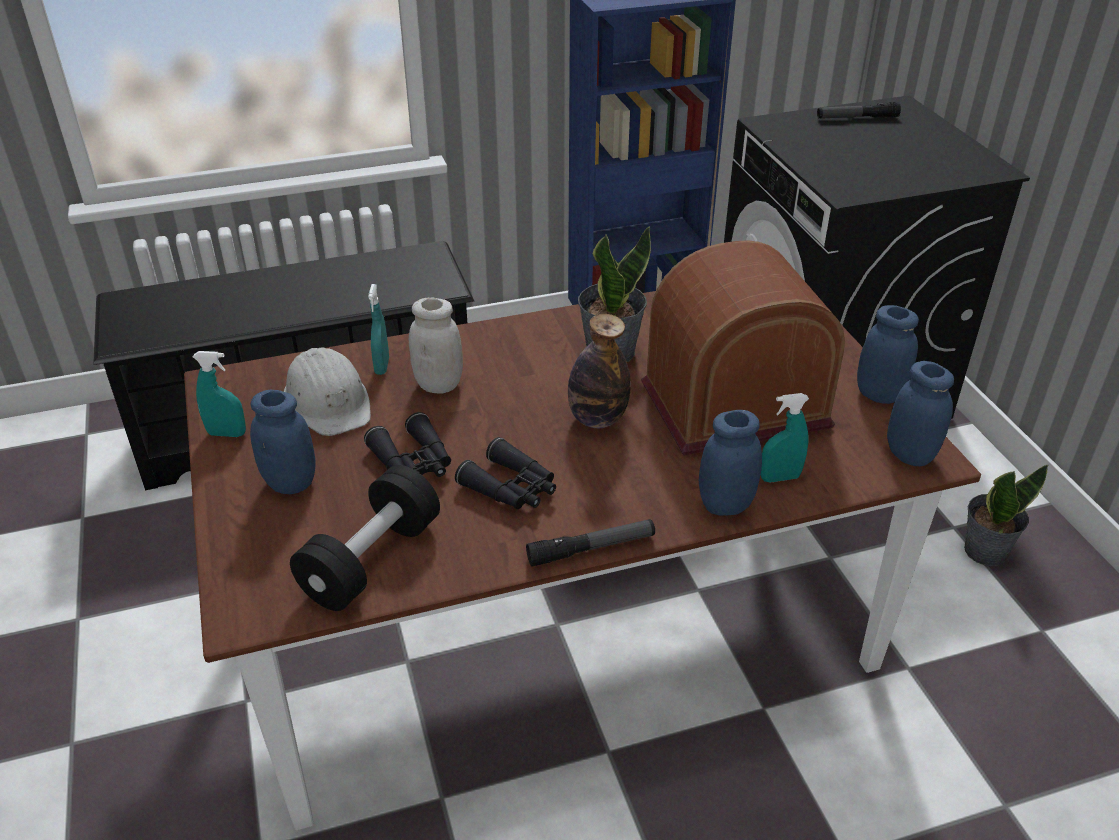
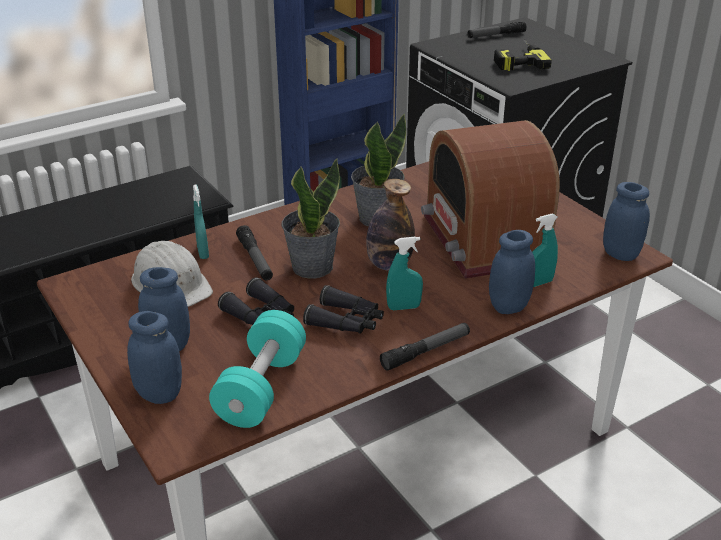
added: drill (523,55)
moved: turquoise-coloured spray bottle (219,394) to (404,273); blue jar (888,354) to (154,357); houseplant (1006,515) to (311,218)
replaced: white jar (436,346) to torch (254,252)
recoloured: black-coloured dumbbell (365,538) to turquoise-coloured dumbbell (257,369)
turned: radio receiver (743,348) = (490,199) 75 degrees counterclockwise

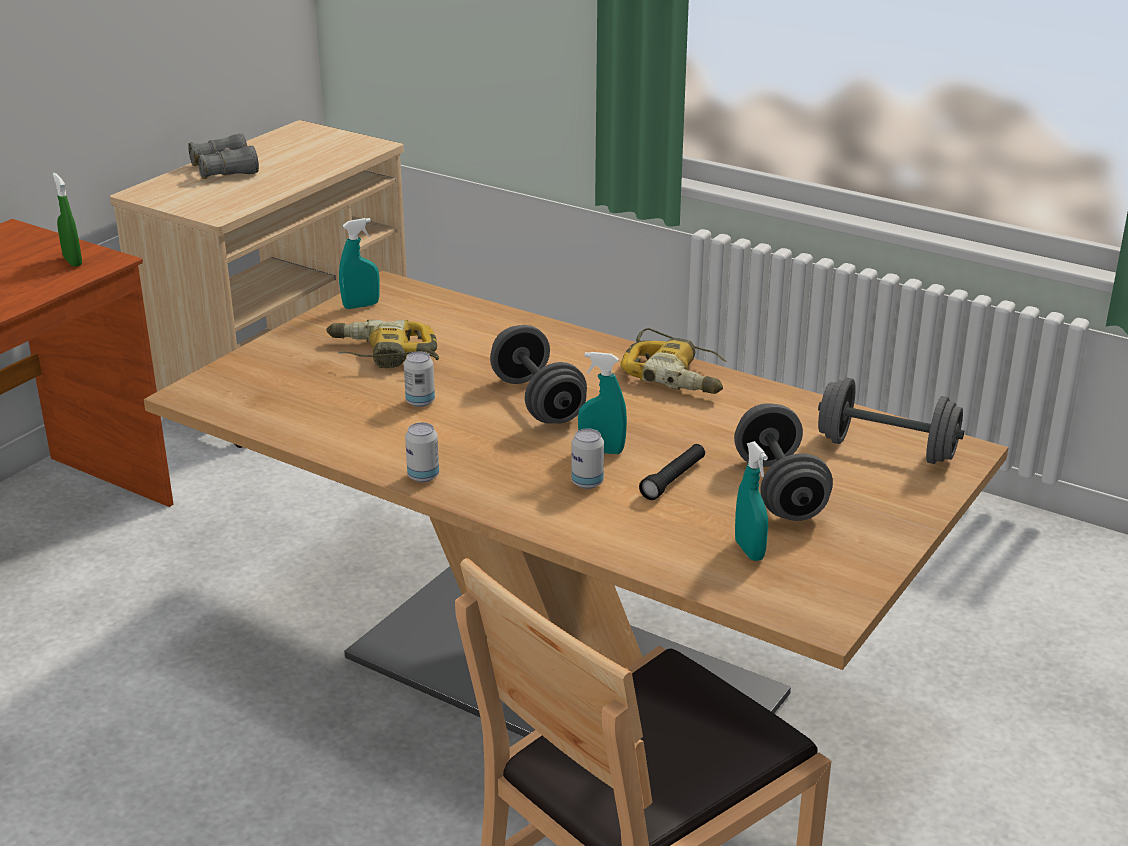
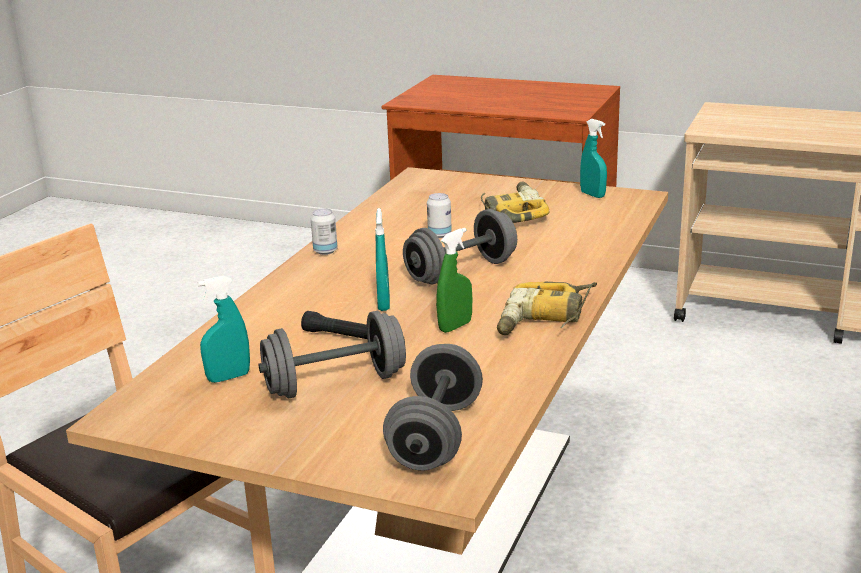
removed: greyish pair of binoculars (223,156); can (588,459)
moved: green-coloured spray bottle (67,220) to (454,280)

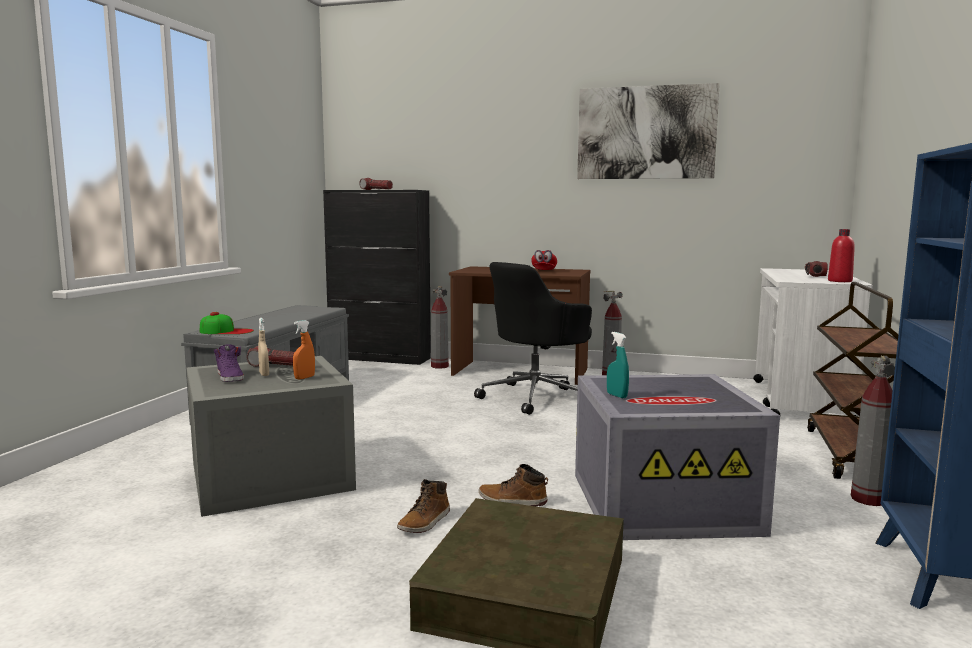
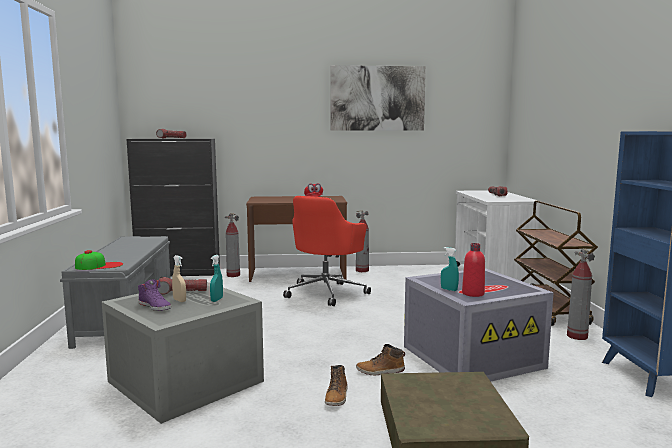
moved: red-coloured drink bottle (841,255) to (473,270)
recoloured: orangey spray bottle (304,349) to turquoise-coloured spray bottle (216,278); black-coloured computer chair (533,338) to red-coloured computer chair (327,251)

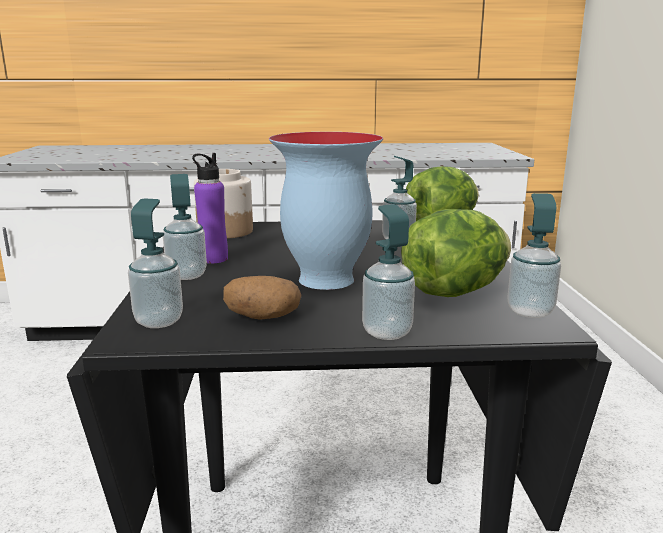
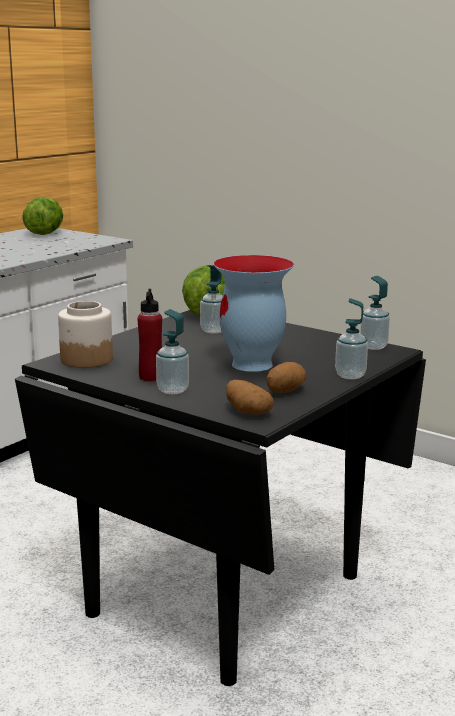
moved: lettuce head (456,253) to (42,216)
replaced: soap bottle (155,263) to potato (250,397)
recoloured: purplish drink bottle (210,208) to red-coloured drink bottle (149,335)

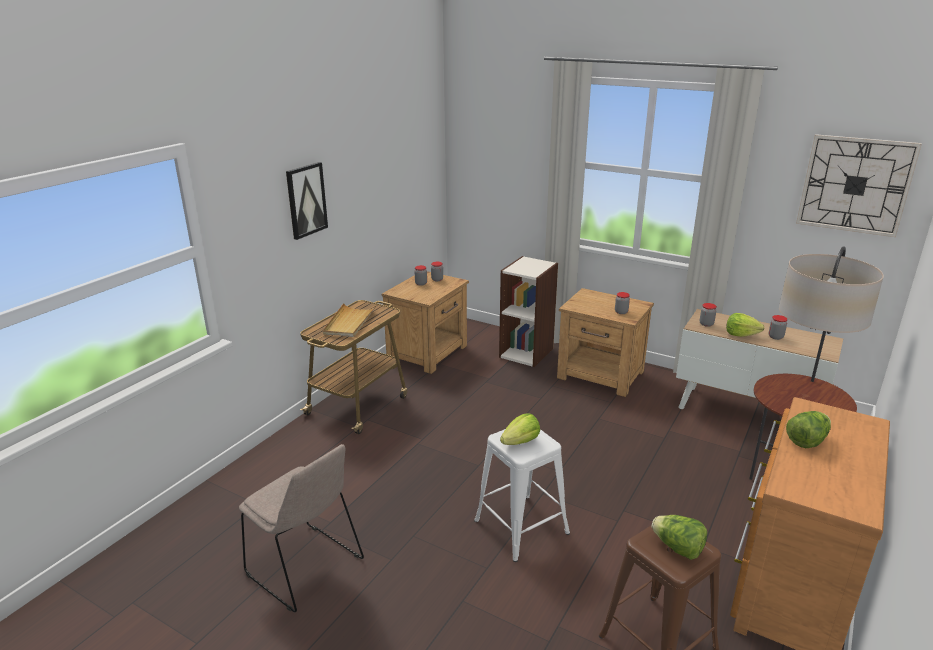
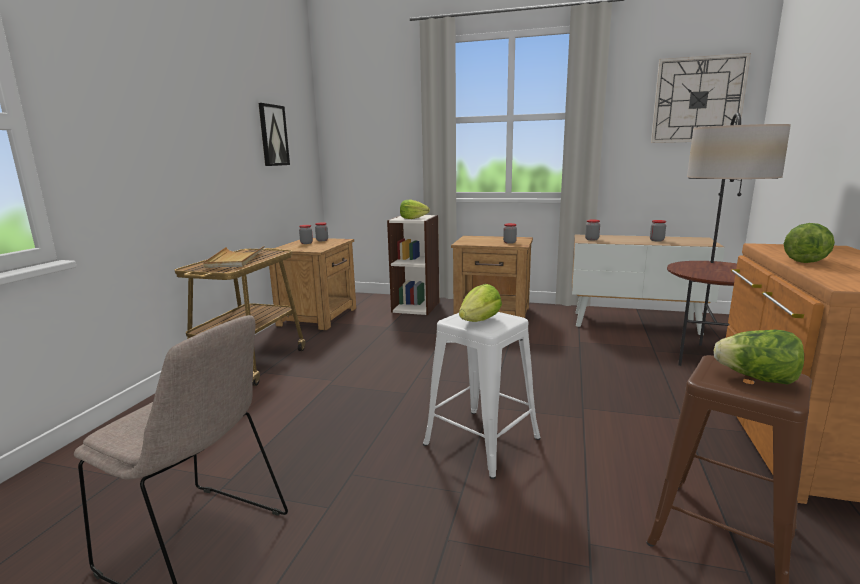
moved: picture (307,201) to (274,134); lettuce head (745,325) to (415,209)

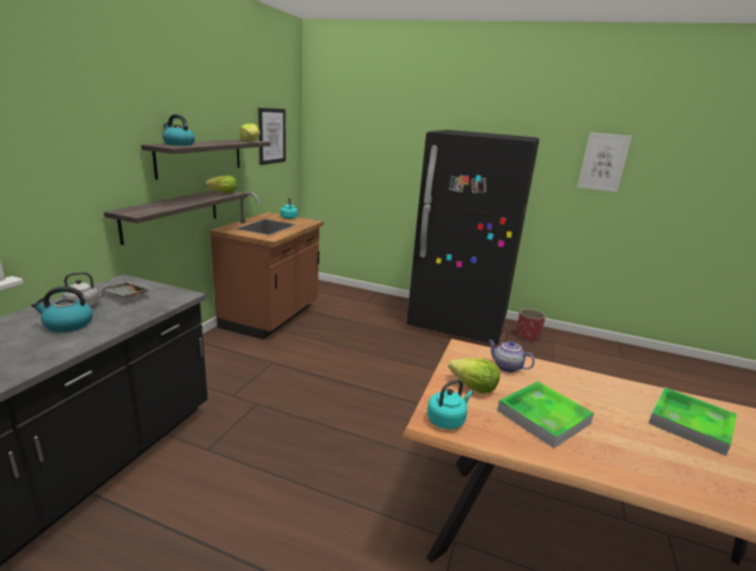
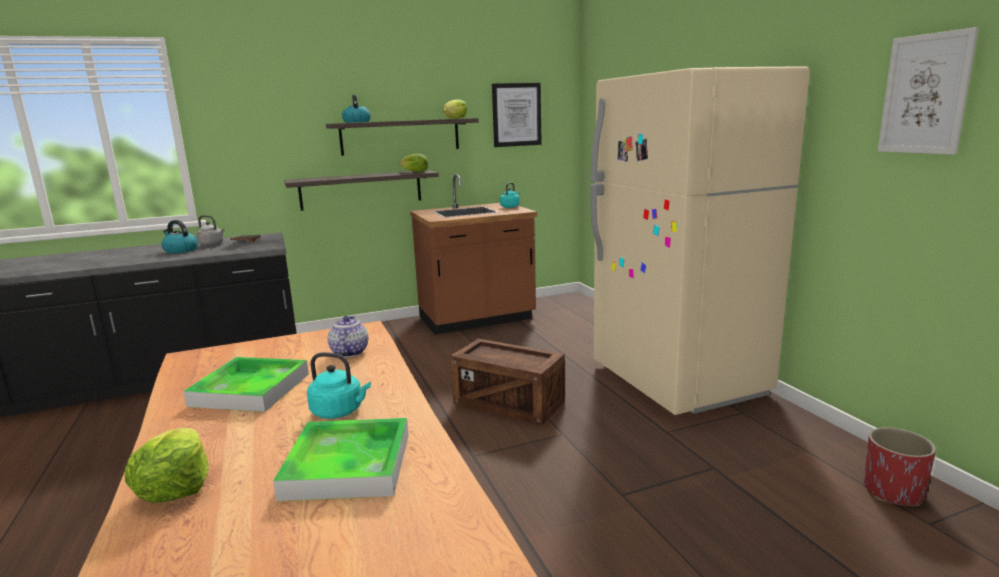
added: packing crate (507,382)
moved: turquoise-coloured tea kettle (450,404) to (339,385); lettuce head (474,375) to (167,465); red-coloured flower pot (531,325) to (900,466)
recoloured: black-coloured kitchen fridge (472,237) to beige-coloured kitchen fridge (700,240)

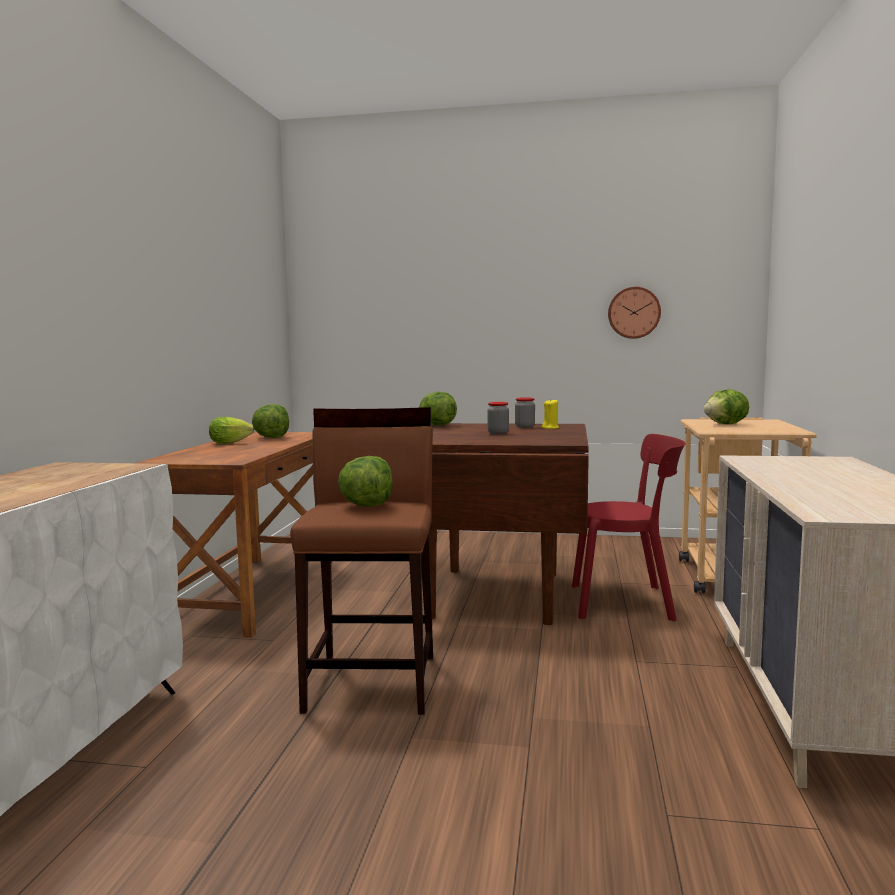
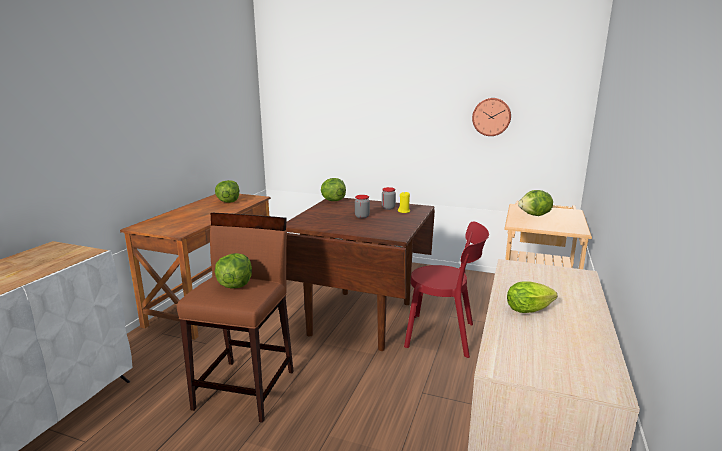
moved: lettuce head (231,430) to (532,297)

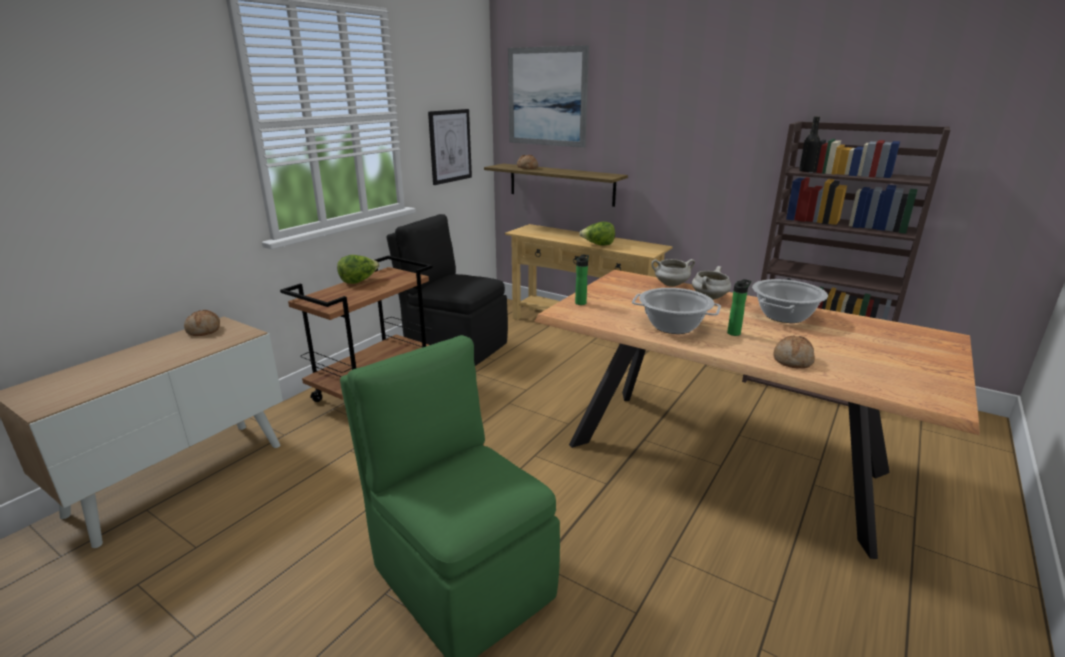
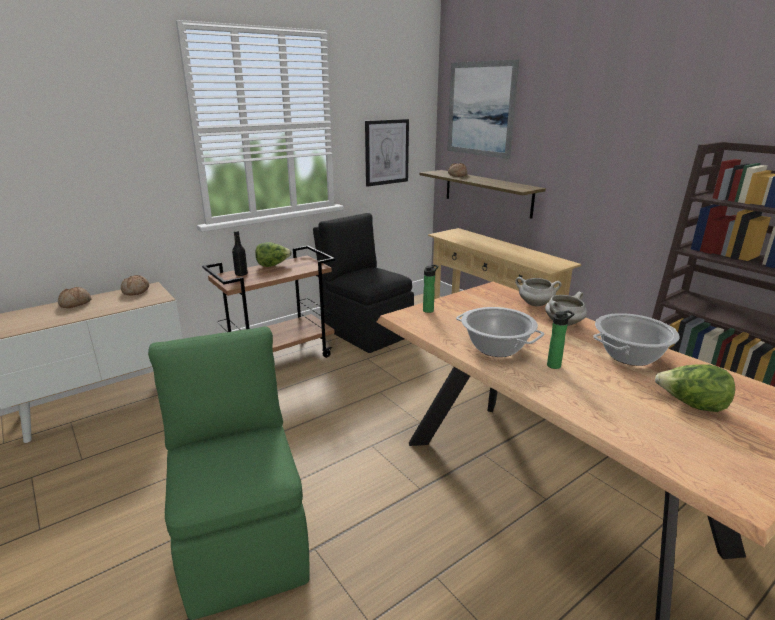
moved: lettuce head (597,234) to (695,388); bakery bread (794,351) to (74,297); black-coloured drink bottle (809,144) to (240,253)

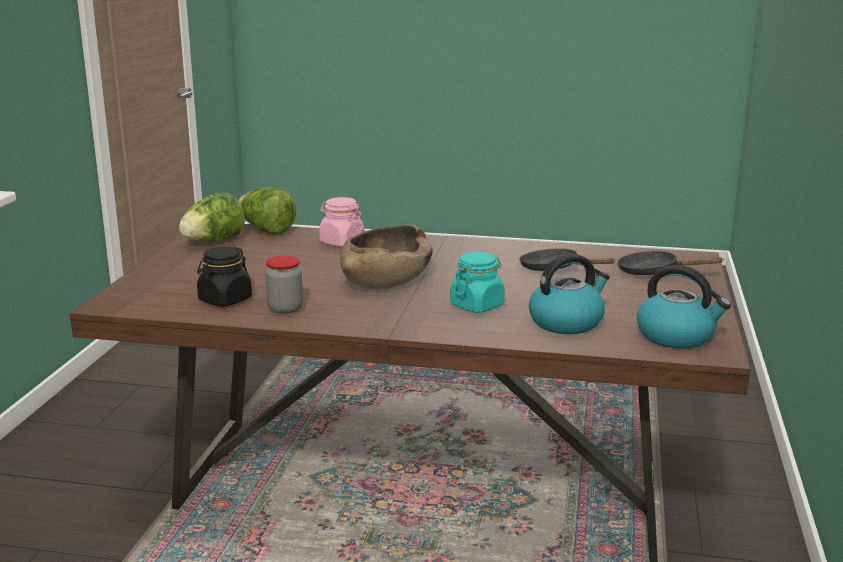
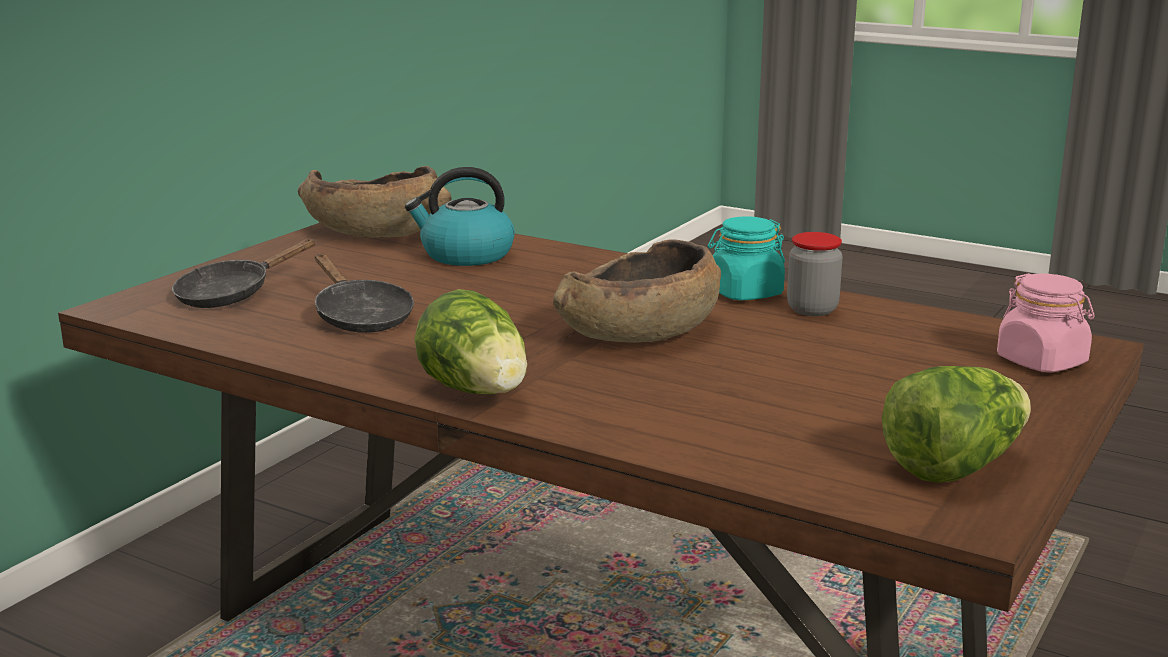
removed: black-coloured jar (224,277)
moved: lettuce head (267,211) to (470,341); pink jar (341,222) to (1045,323); turquoise-coloured jar (477,282) to (746,258)
replaced: tea kettle (684,307) to brown-coloured serving bowl (374,202)
turned: black-coloured pan (670,263) = (244,273) 90 degrees clockwise

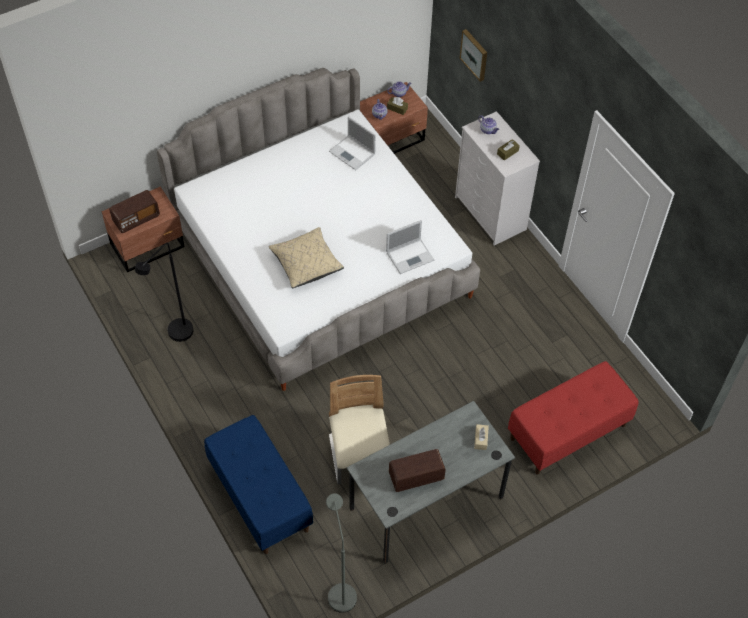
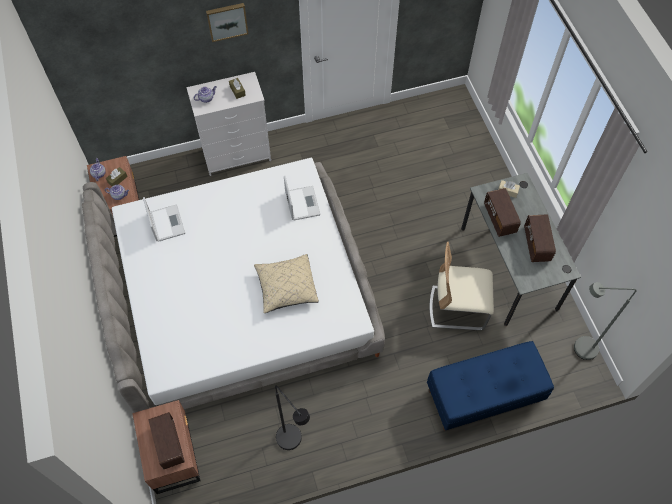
removed: red-coloured long seat (573,418)
added: radio receiver (502,212)
moved: picture (473,55) to (227,22)
turned: portable computer (352,143) = (164,219) 75 degrees counterclockwise

